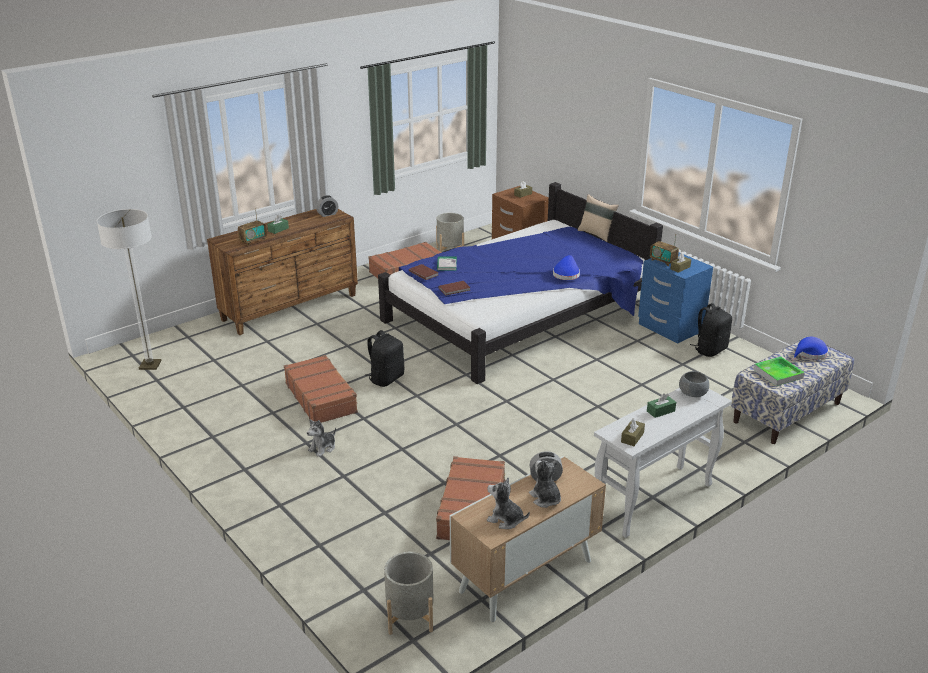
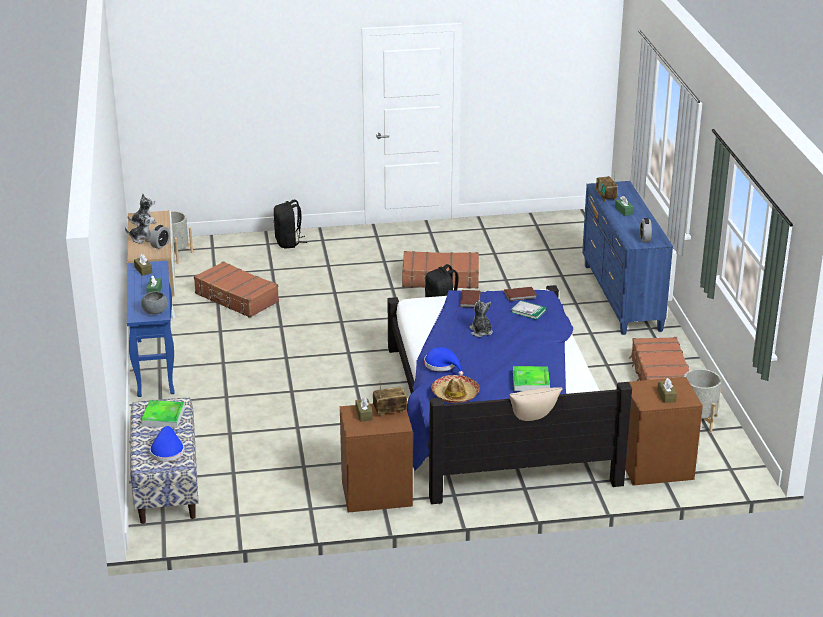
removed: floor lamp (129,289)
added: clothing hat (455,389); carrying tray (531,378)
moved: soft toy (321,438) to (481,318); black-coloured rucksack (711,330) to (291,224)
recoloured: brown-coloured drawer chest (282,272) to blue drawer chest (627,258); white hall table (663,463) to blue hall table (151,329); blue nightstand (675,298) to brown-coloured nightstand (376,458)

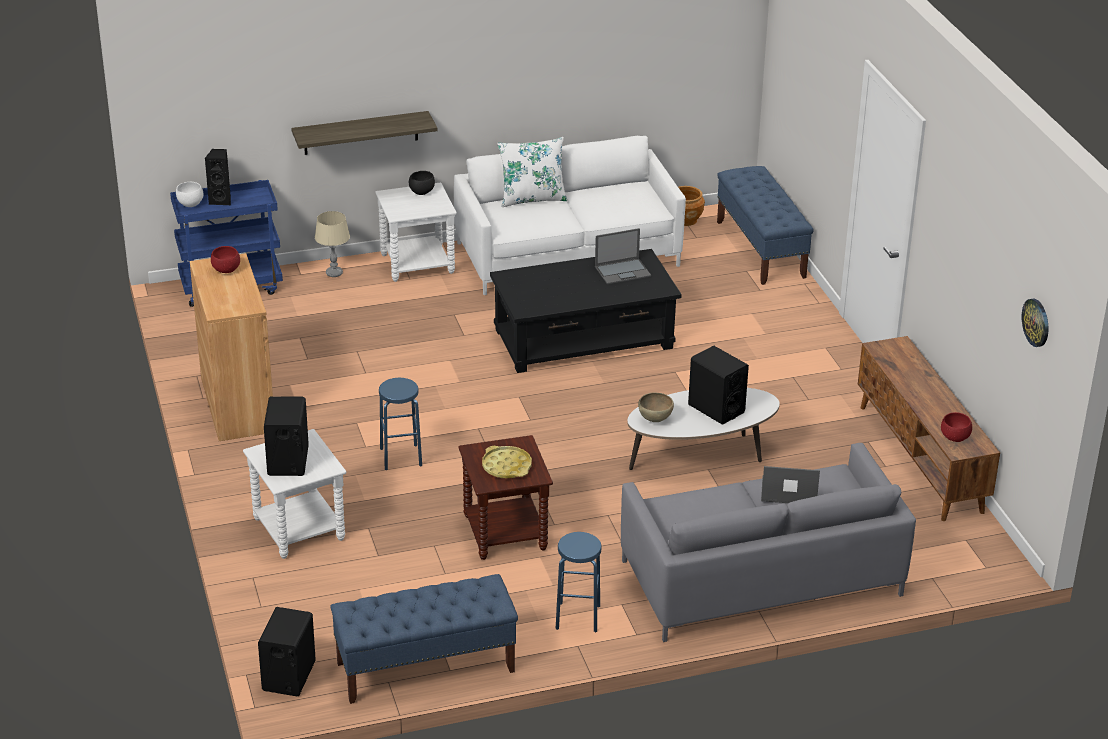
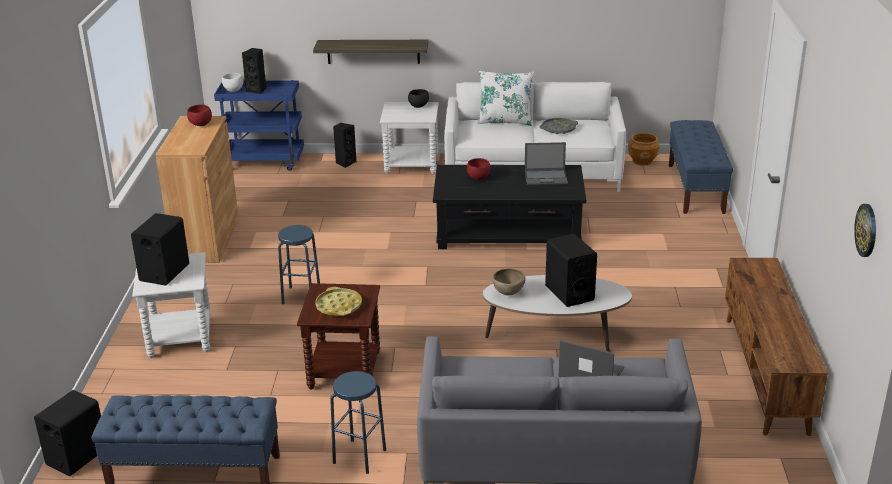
added: greyish carrying tray (559,126)
moved: red-coloured serving bowl (956,427) to (479,169)
replaced: beige-coloured table lamp (332,244) to black-coloured loudspeaker (344,145)

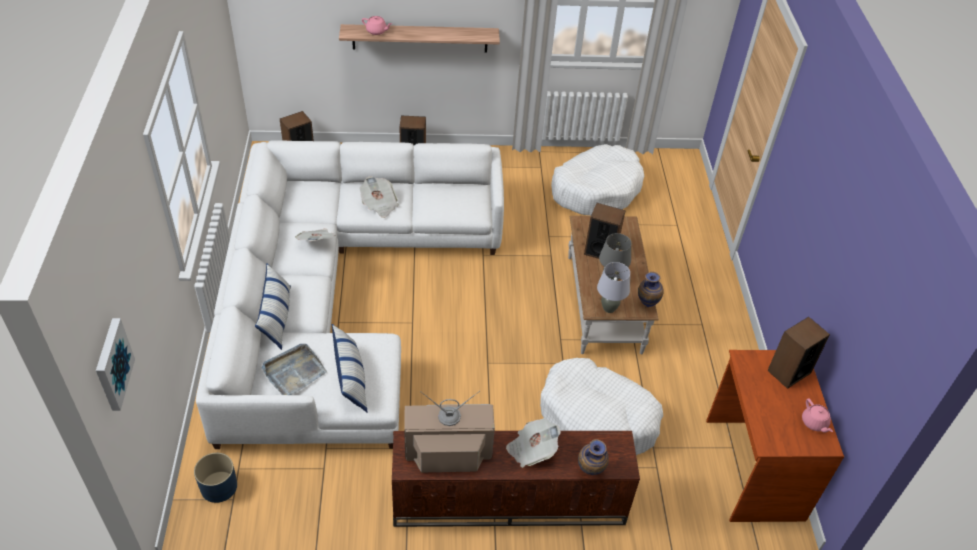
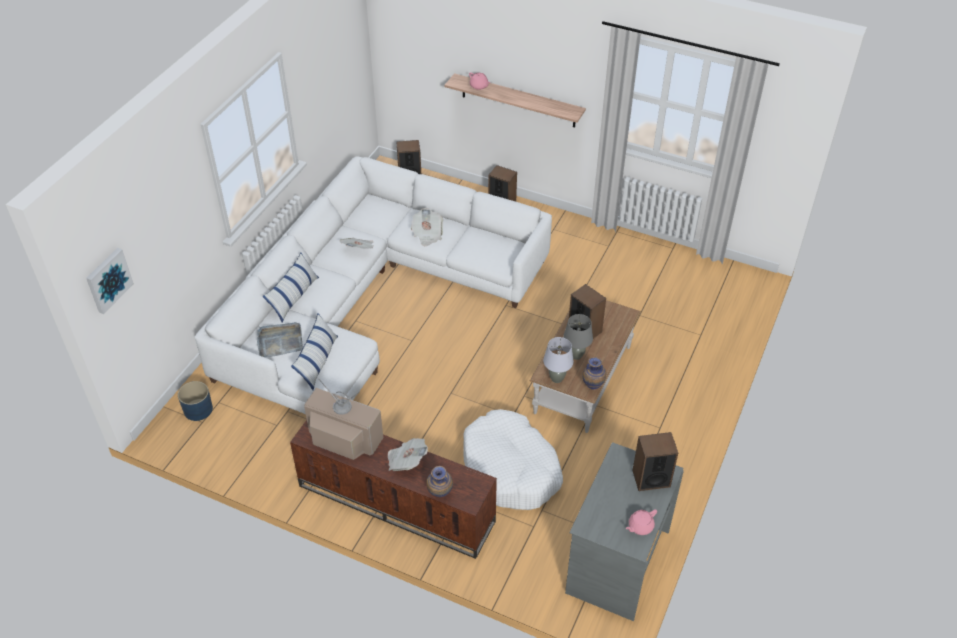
removed: white dog bed (597,180)
recoloured: brown-coloured desk (775,436) to greyish desk (624,531)
turned: pink teapot (817,415) = (641,522) 45 degrees clockwise

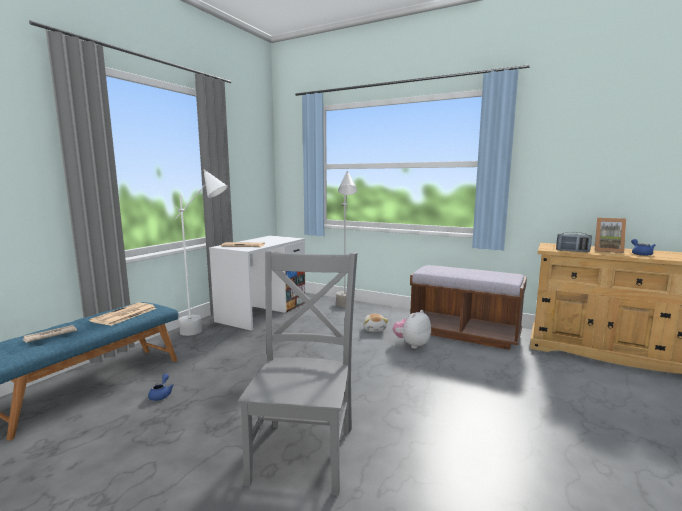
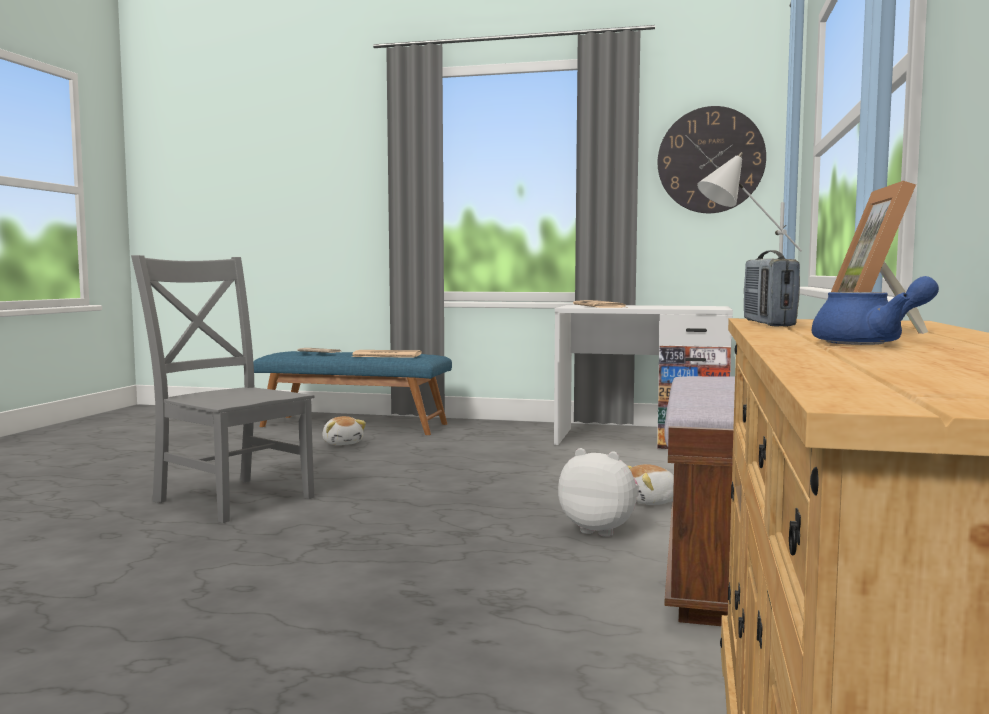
removed: white floor lamp (201,253)
added: wall clock (712,159)
replaced: blue teapot (161,387) to soft toy (344,430)
turned: greyish upright chair (297,373) = (223,389) 135 degrees counterclockwise

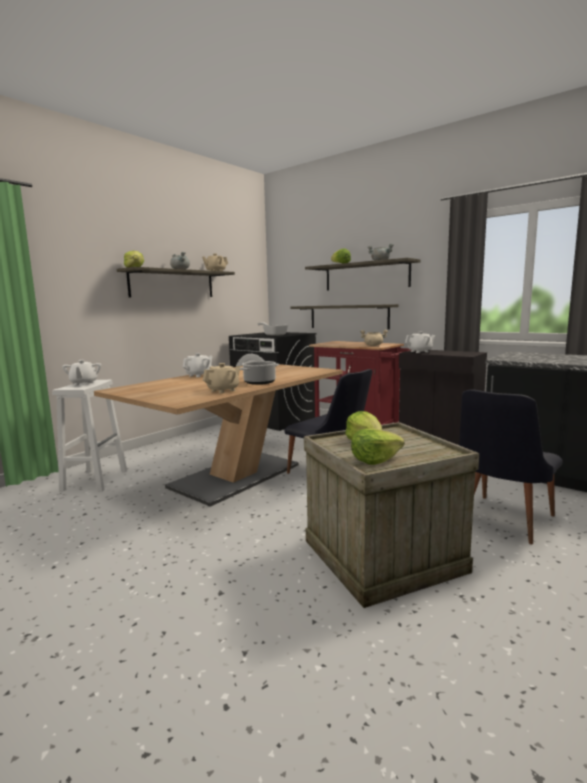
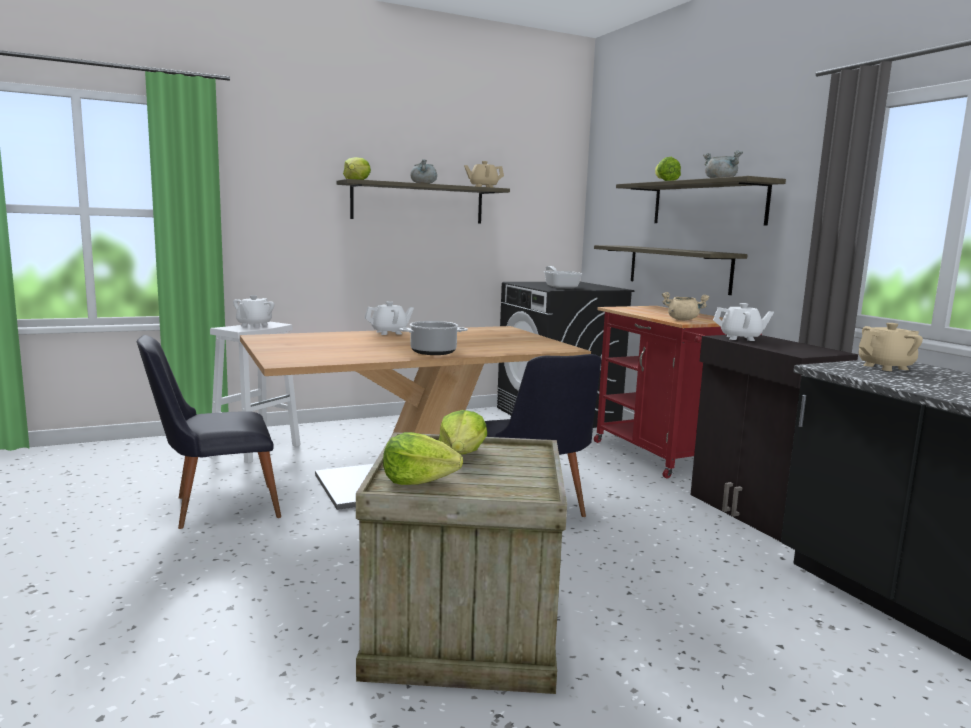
moved: beige-coloured teapot (221,378) to (890,347); black-coloured upright chair (511,466) to (209,432)

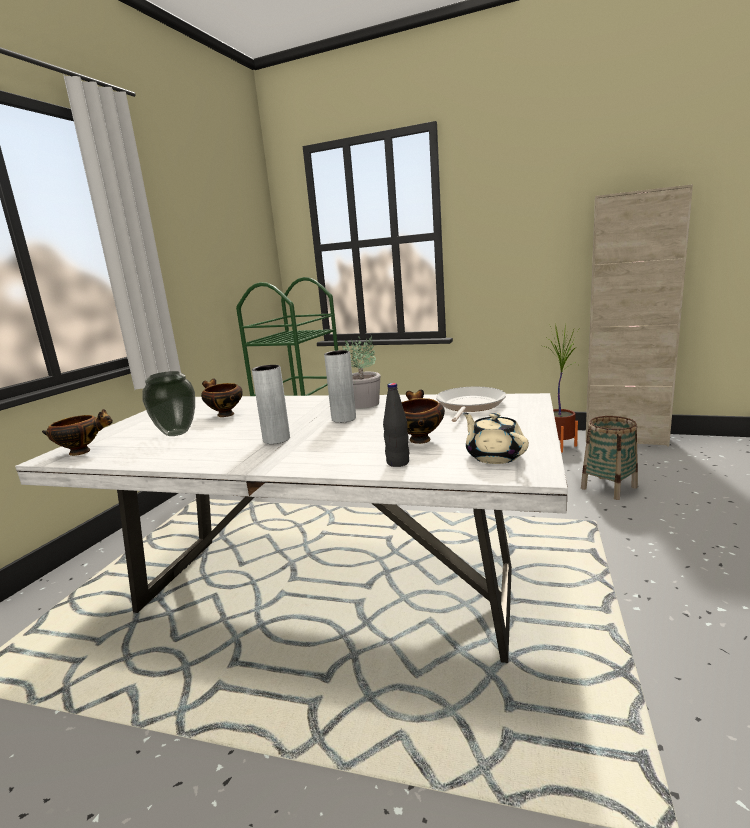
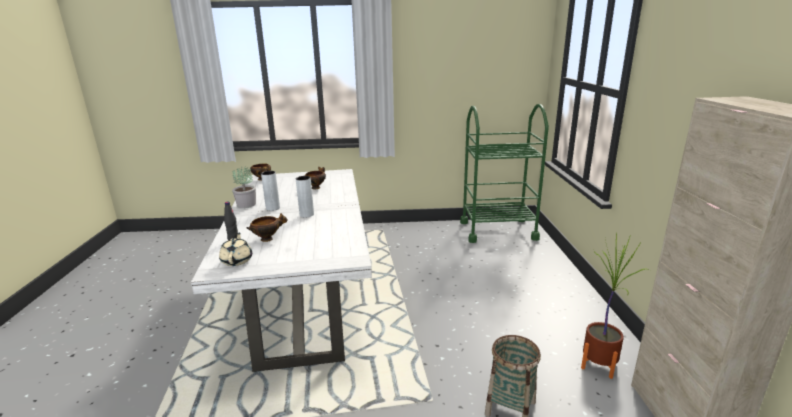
removed: flower vase (169,403); pan (471,404)
moved: houseplant (361,372) to (244,187)
turned: beige-coloured teapot (496,438) = (235,249) 45 degrees counterclockwise

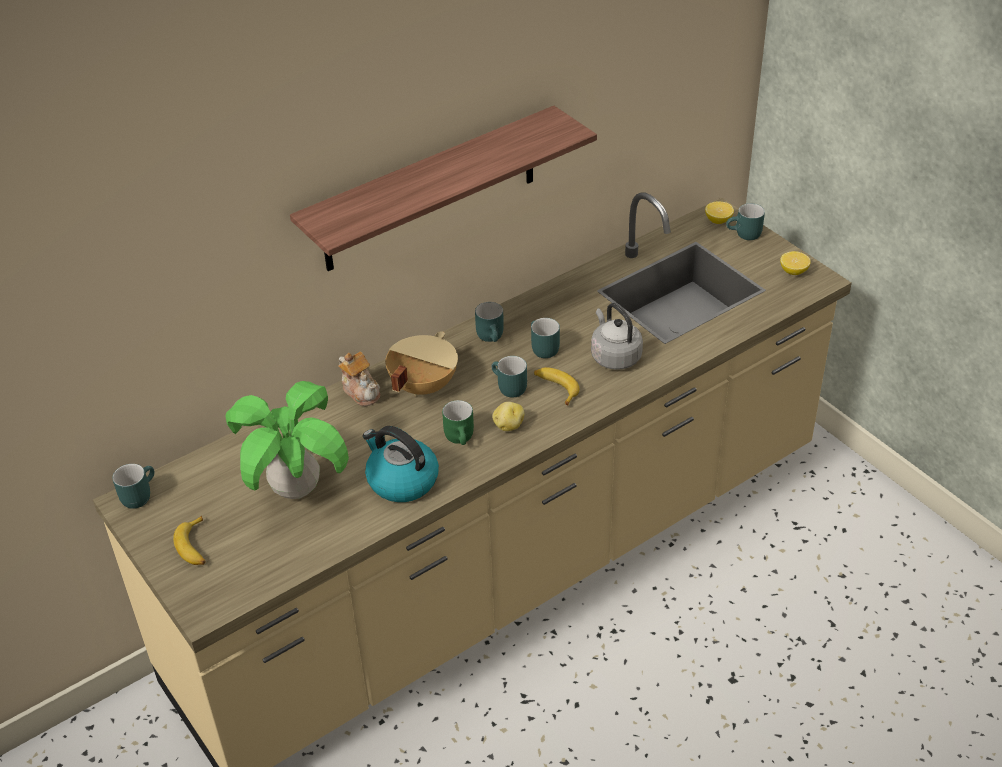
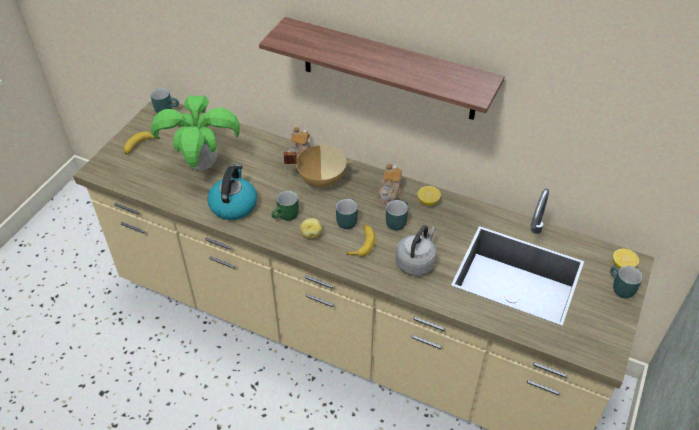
moved: whole lemon (795,263) to (429,196)
replaced: turquoise-coloured tea mug (489,322) to teapot (390,184)

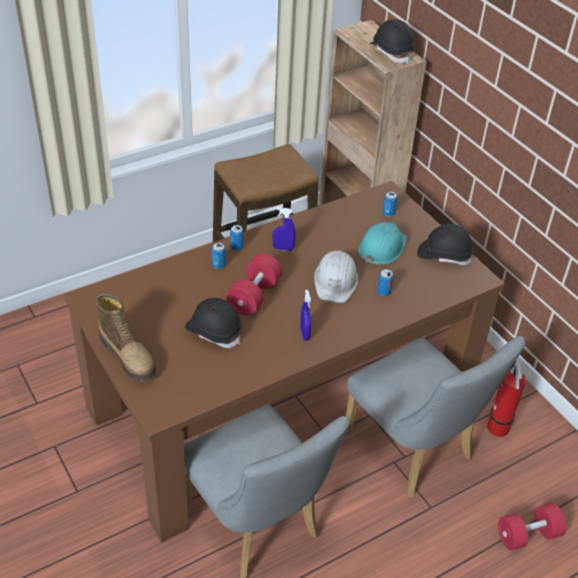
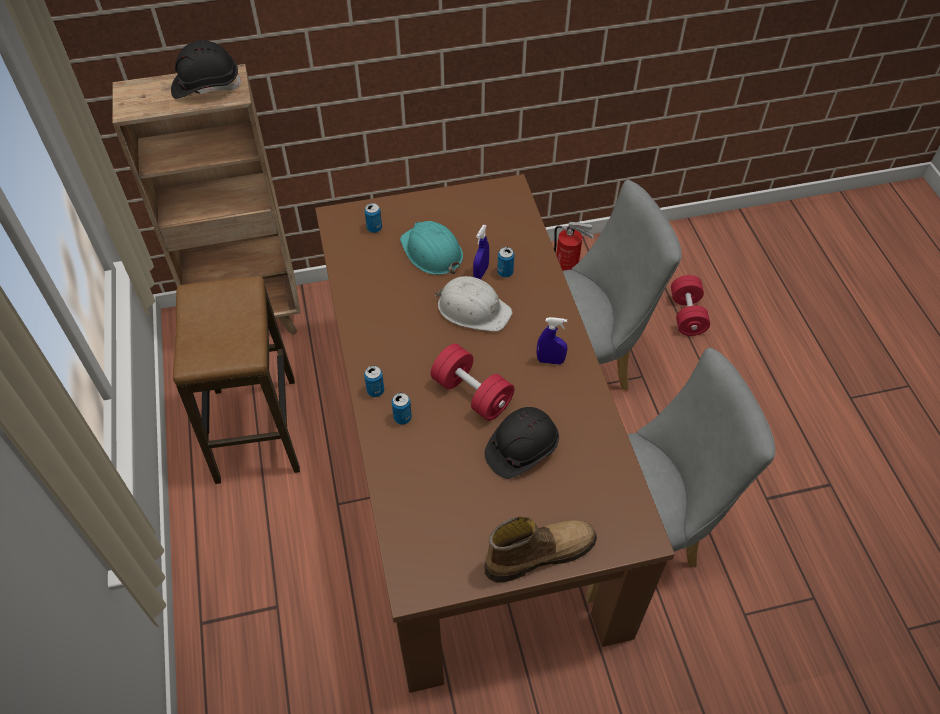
removed: black-coloured safety helmet (445,244)
moved: blue spray bottle (284,229) to (481,252)

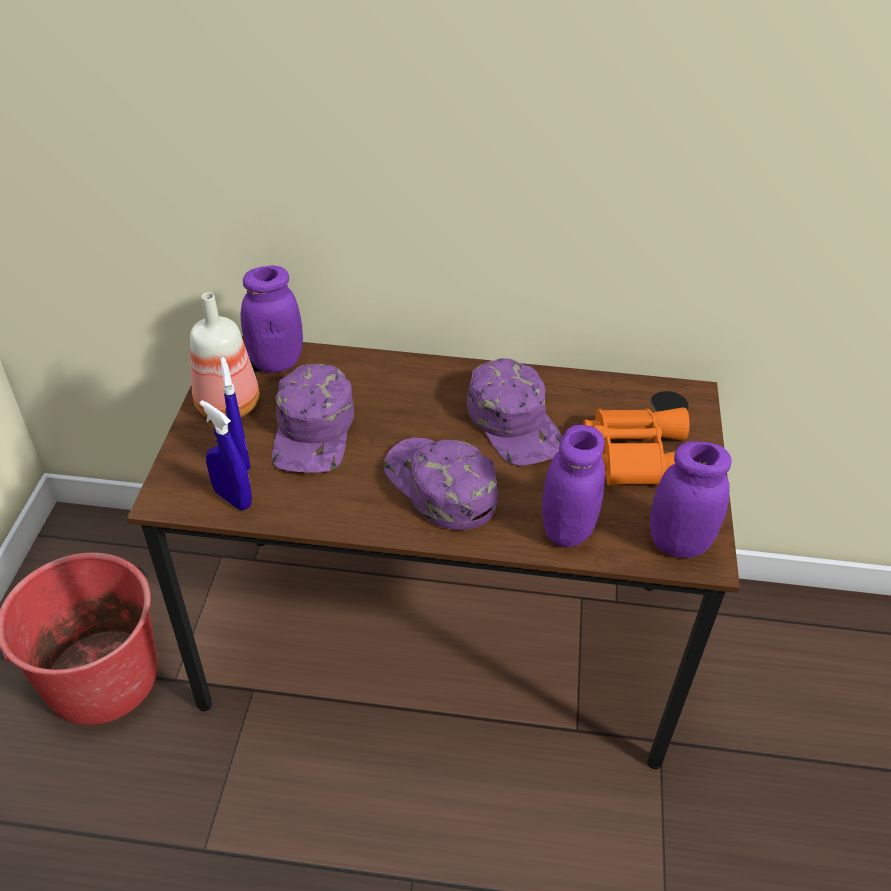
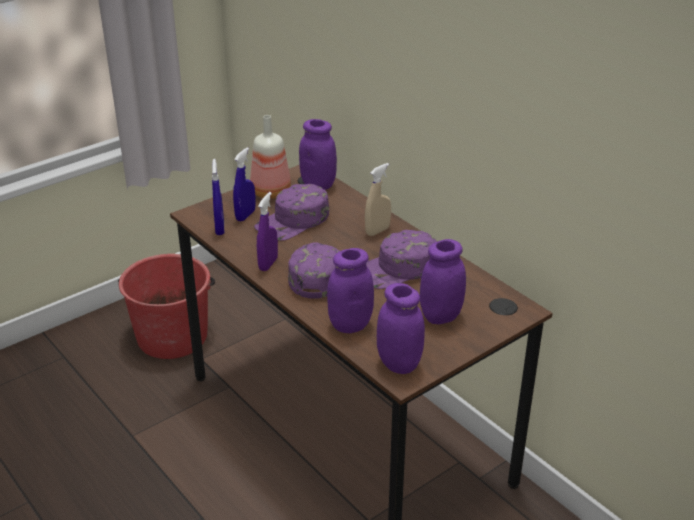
added: purplish spray bottle (267,231); beige-coloured spray bottle (378,199)
replaced: orangey pair of binoculars (636,447) to purplish jar (443,281)
turned: purplish cap (515,412) = (401,259) 45 degrees clockwise

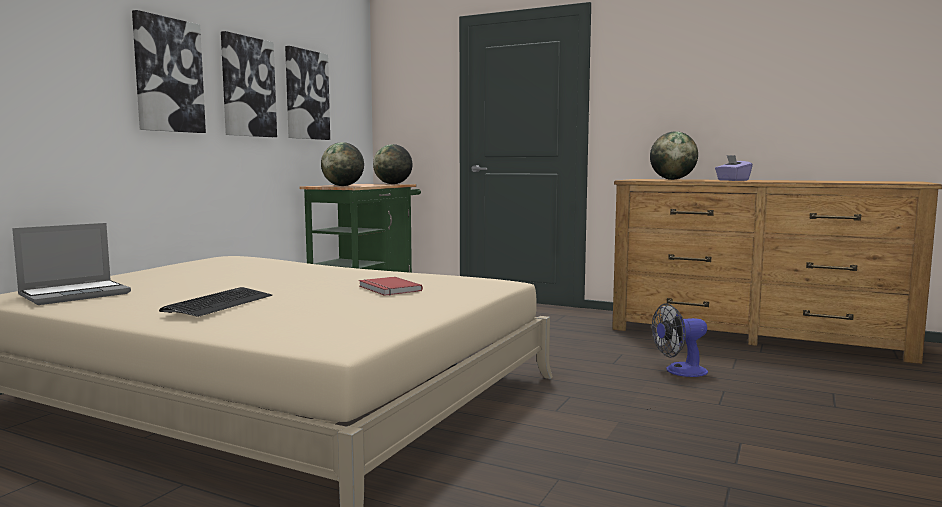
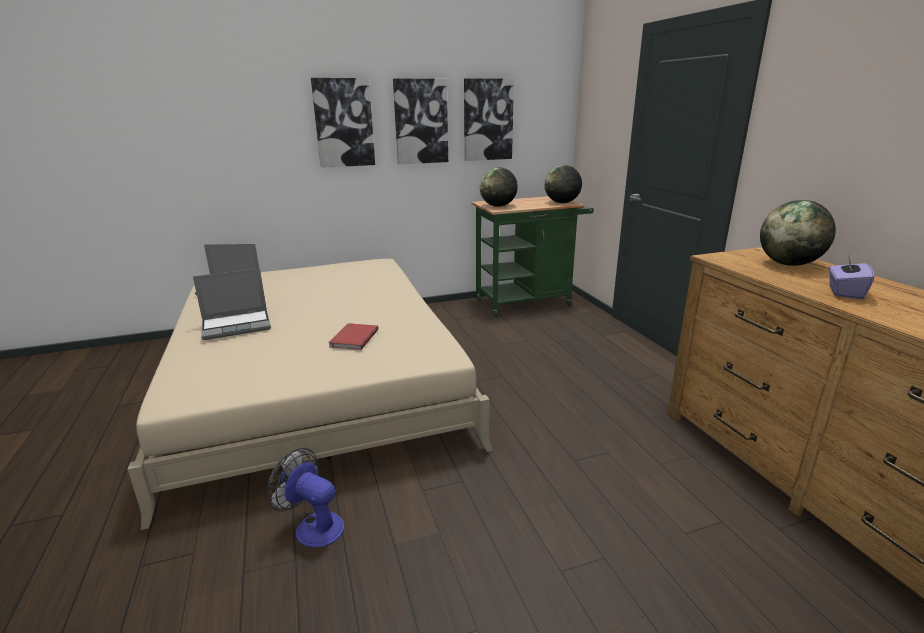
moved: electric fan (680,340) to (305,498)
replaced: PC keyboard (215,302) to portable computer (232,304)

